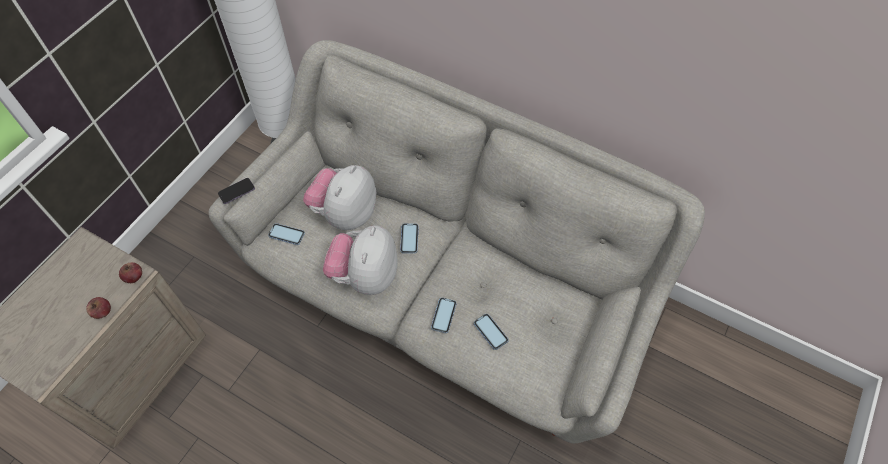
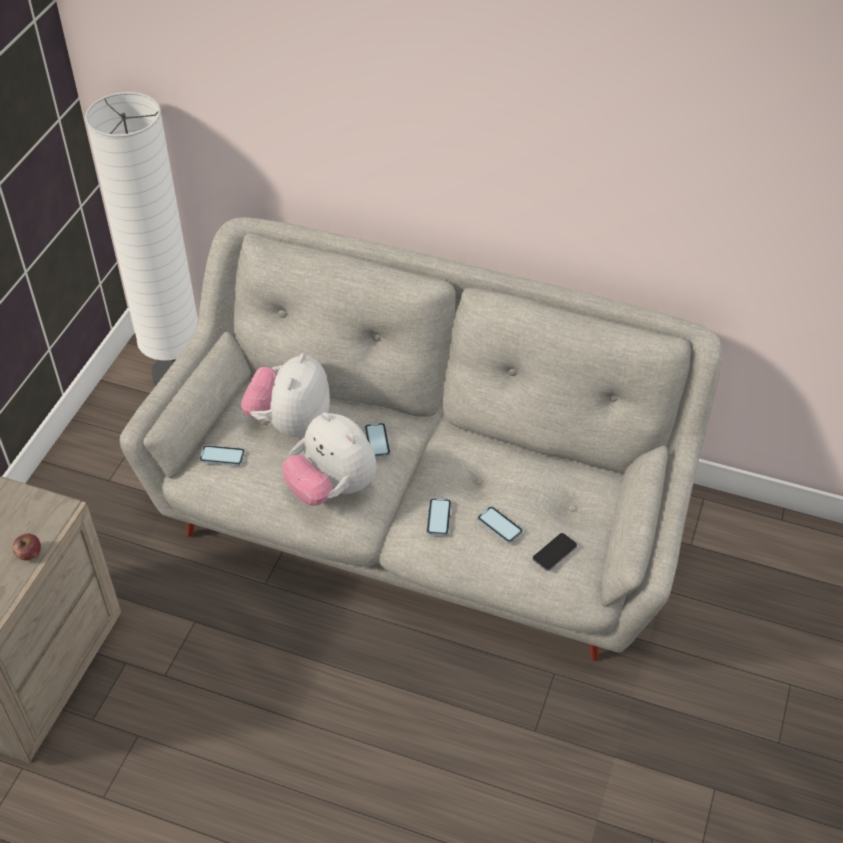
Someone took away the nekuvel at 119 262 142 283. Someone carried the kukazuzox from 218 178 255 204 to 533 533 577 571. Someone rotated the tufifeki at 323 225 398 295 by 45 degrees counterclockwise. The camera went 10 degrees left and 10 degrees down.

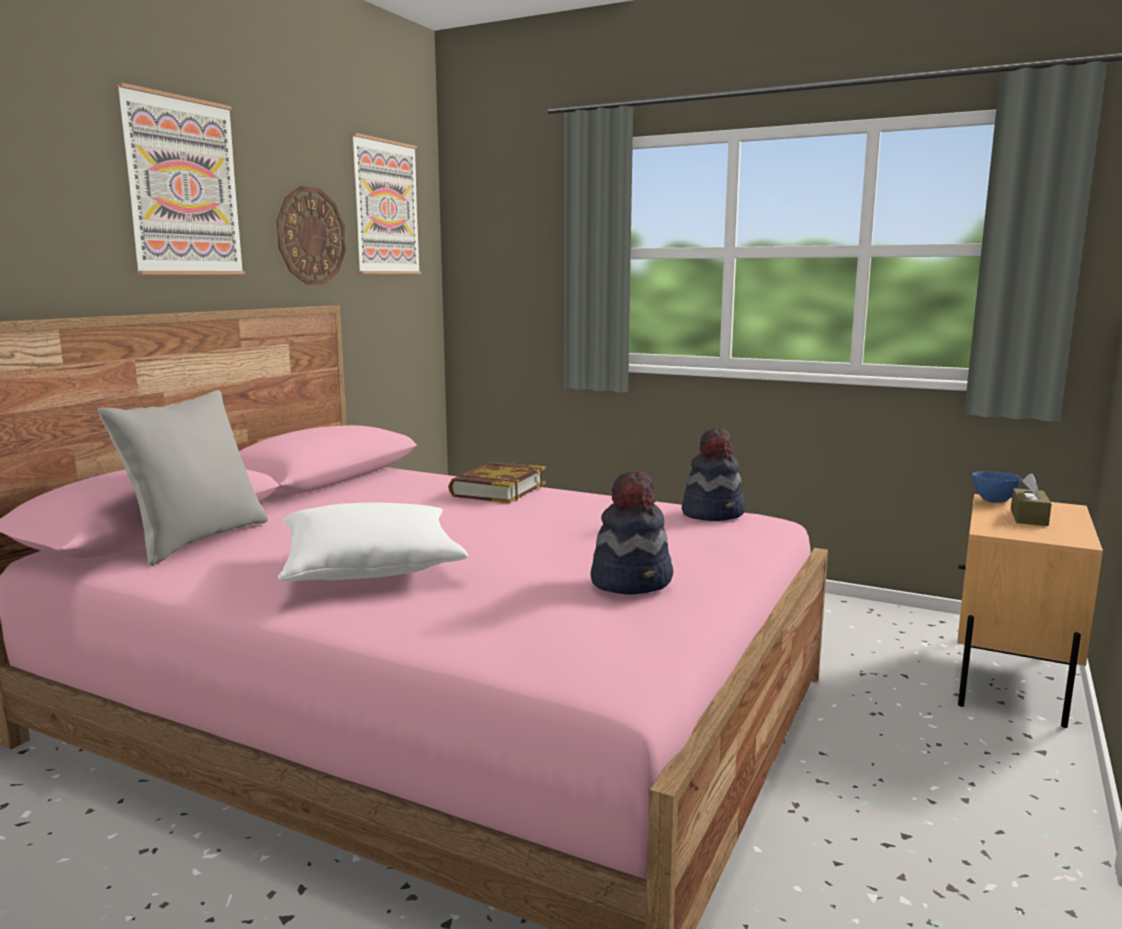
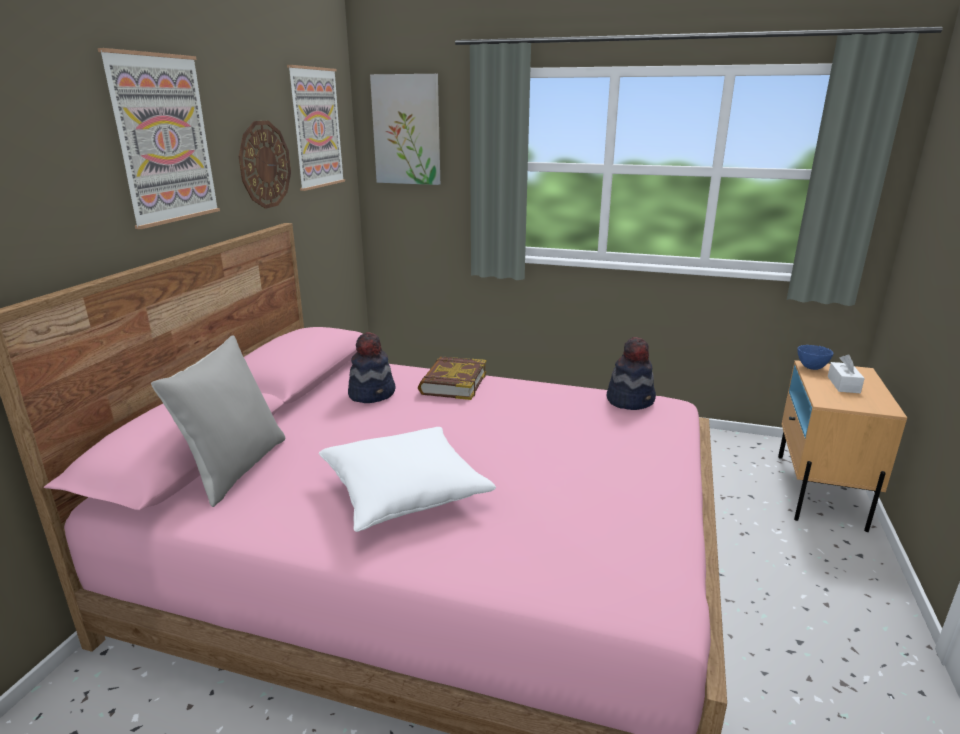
Someone carried the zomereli from 590 470 673 595 to 348 332 395 403. Someone repainted the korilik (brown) at 1011 473 1052 526, which became the korilik (white) at 828 354 865 393. Someone put up the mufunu at 370 74 440 185. The camera went 10 degrees left and 10 degrees up.

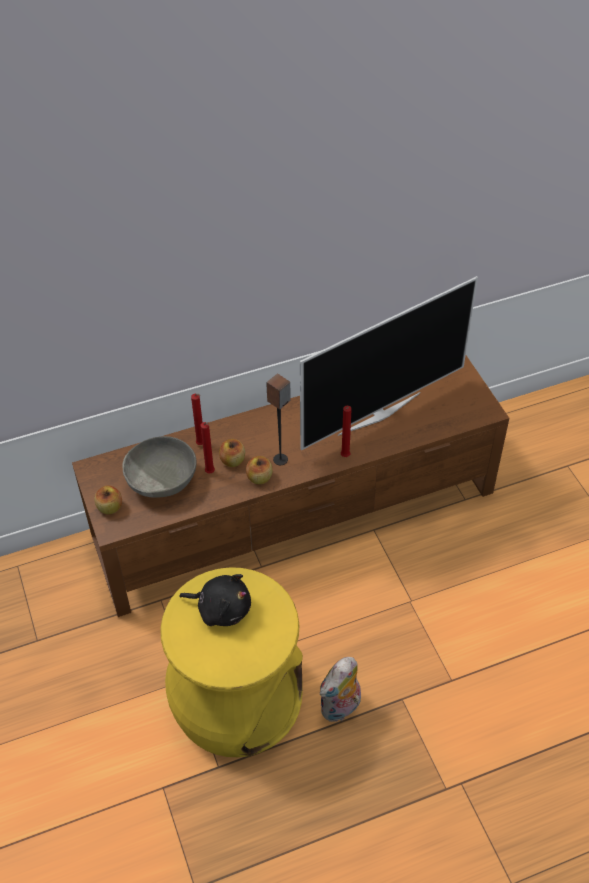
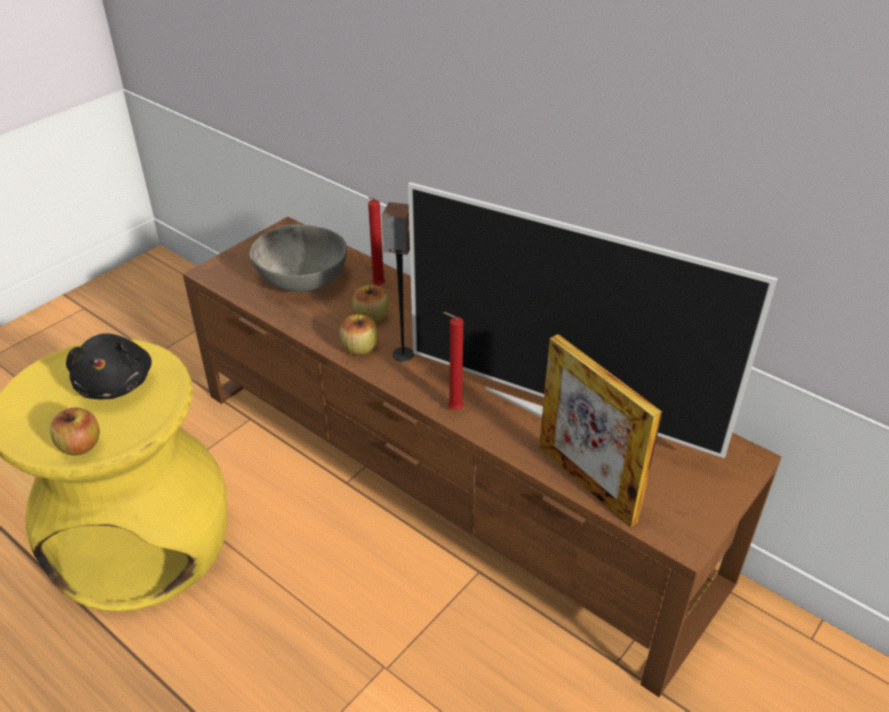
Someone carried the nekuvel from 94 485 122 515 to 50 407 100 456. Someone took away the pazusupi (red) at 200 422 215 474. Someone took away the tufifeki at 320 657 361 722. Someone put down the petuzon at 539 334 662 528. The camera went 60 degrees right and 10 degrees down.

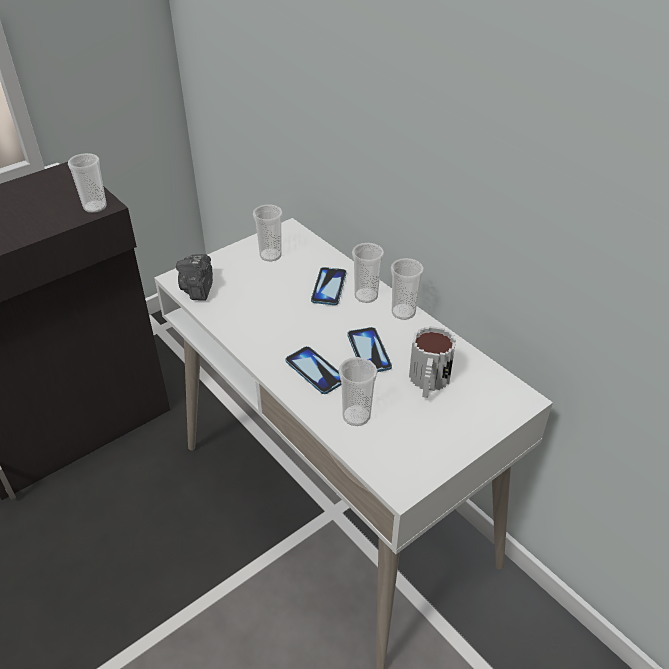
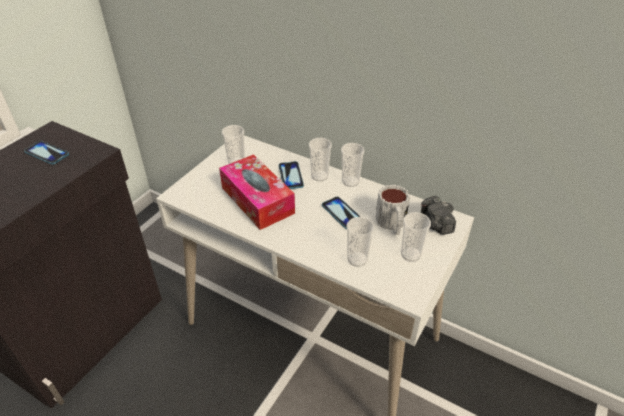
Someone carried the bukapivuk from 68 153 107 213 to 401 212 431 262. Someone carried the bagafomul from 176 254 213 301 to 421 196 456 235. Someone carried the kukazuzox from 285 346 341 394 to 24 141 69 165. Someone put down the korilik at 219 154 295 230. The camera went 20 degrees left and 0 degrees up.

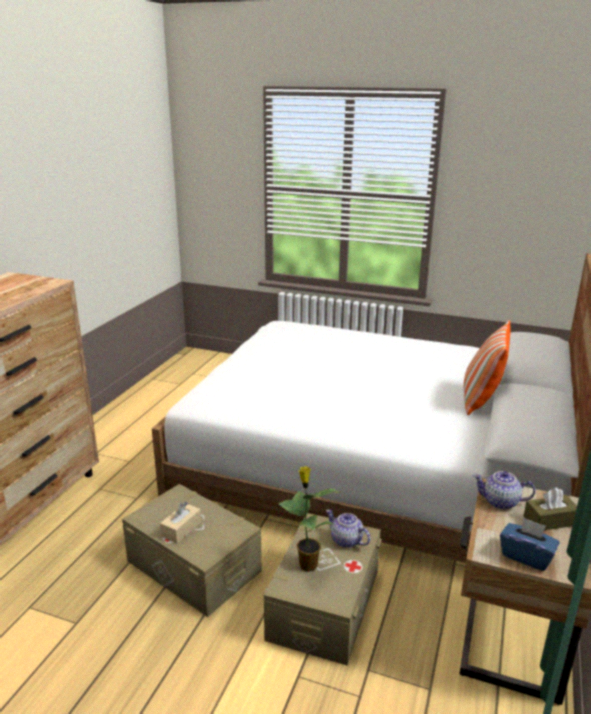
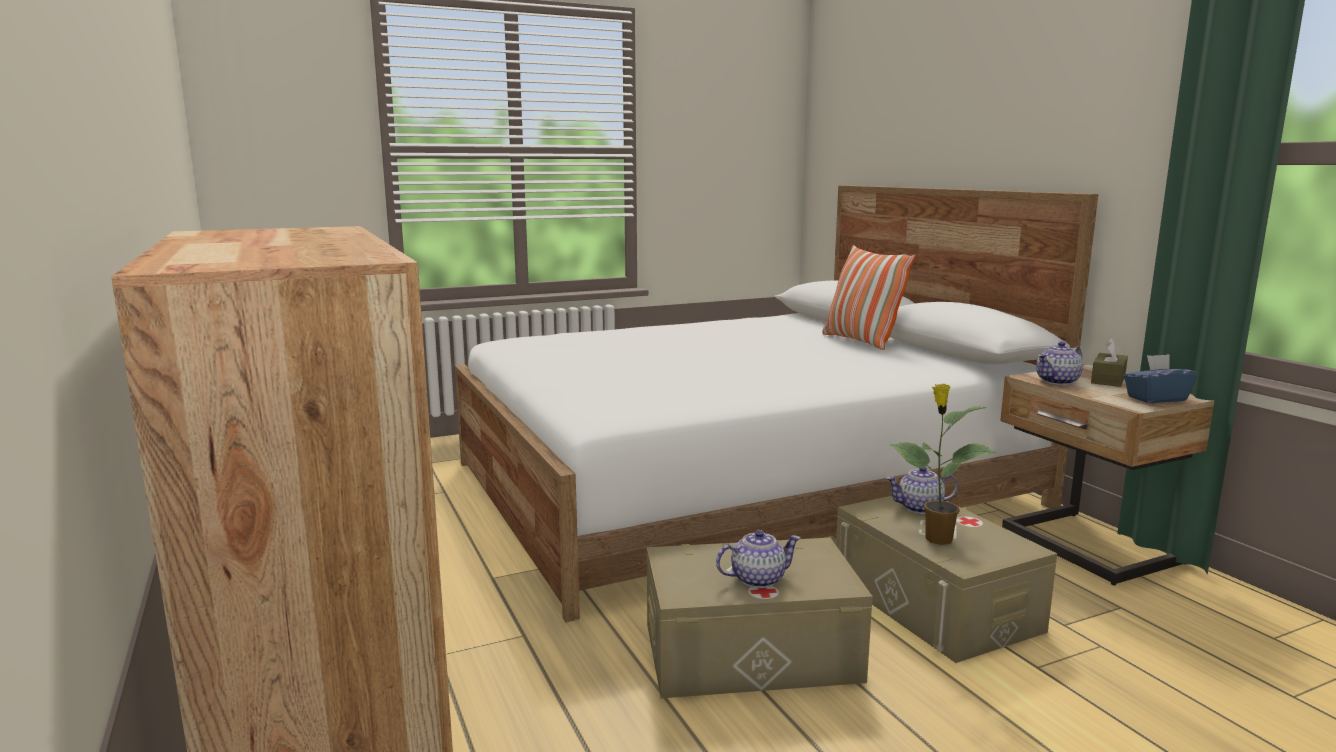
Someone swapped the korilik (beige) at 160 501 201 543 for the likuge at 716 530 801 588. The camera went 45 degrees left and 10 degrees down.

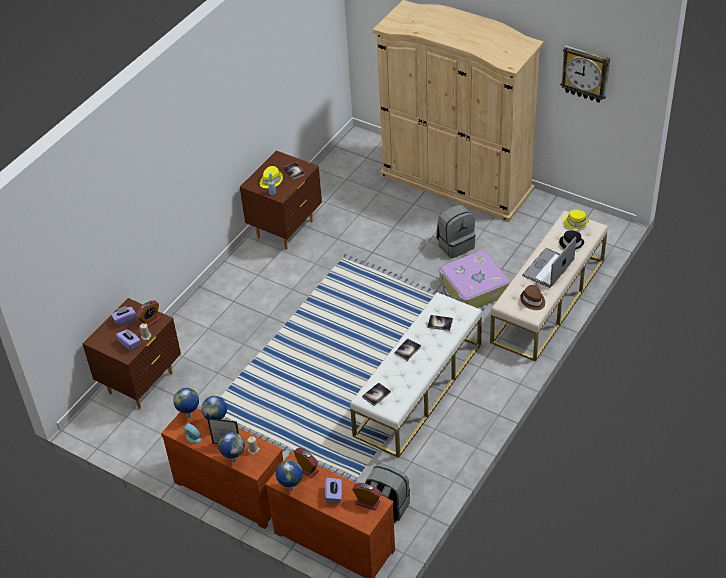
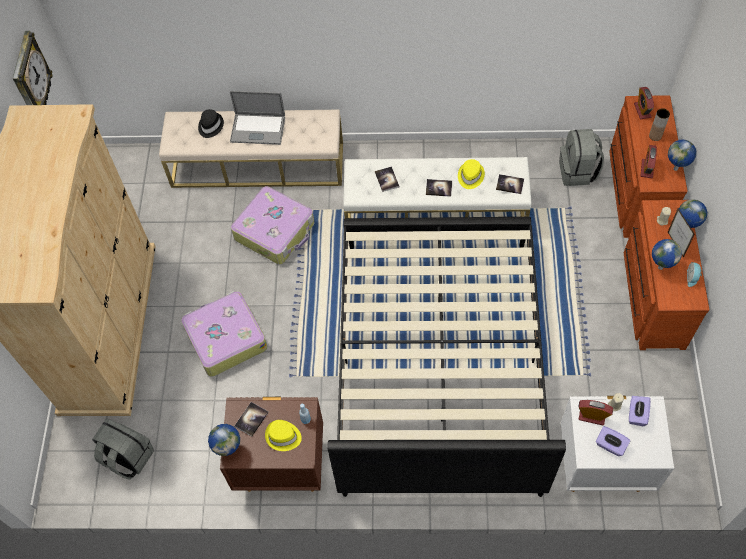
Someone repainted the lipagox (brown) at 82 298 181 409, which became the lipagox (white) at 561 396 674 492. Someone carried the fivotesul from 173 388 199 418 to 208 424 240 456. Someone swapped the korilik (purple) at 325 478 342 504 for the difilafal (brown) at 649 108 670 141. Someone carried the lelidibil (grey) from 436 205 476 258 to 92 418 154 480. Someone took away the zomereli (brown) at 520 285 545 310. Someone carried the zomereli (yellow) from 564 210 589 229 to 458 159 485 189. Someone put down the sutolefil at 181 291 267 377. Someone put down the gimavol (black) at 328 217 566 497. The camera went 120 degrees left and 15 degrees up.

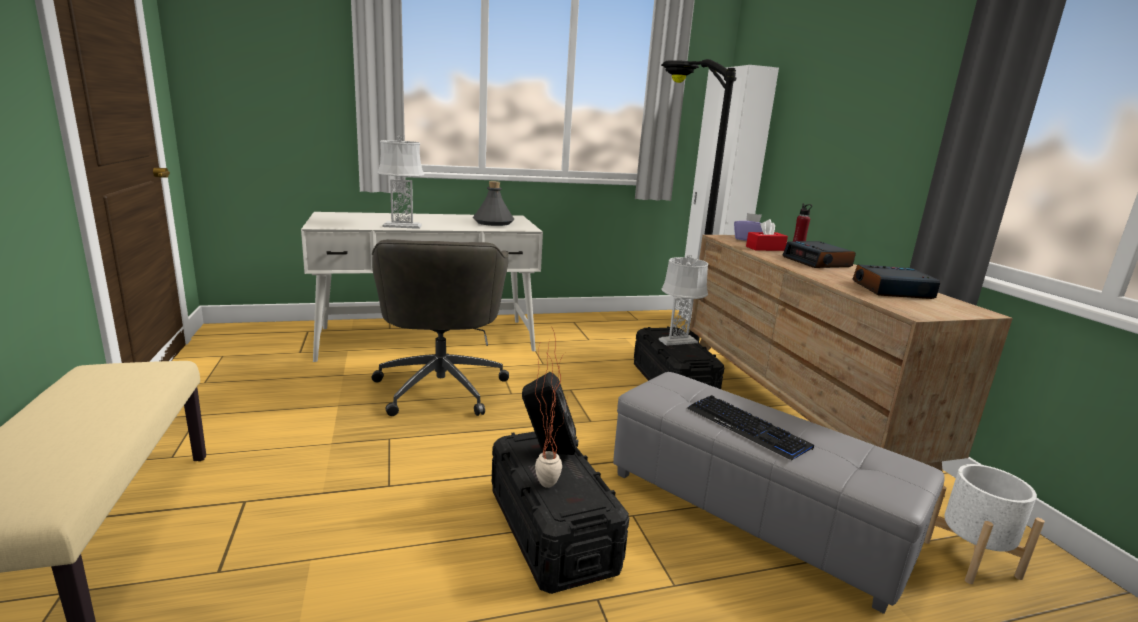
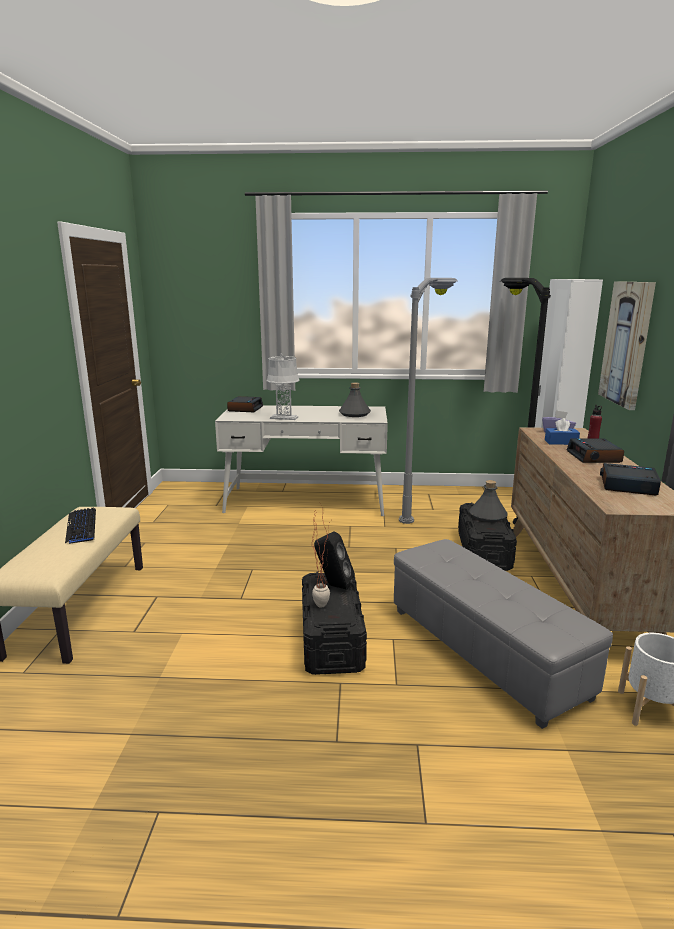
Someone took away the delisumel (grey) at 371 239 509 416. Someone swapped the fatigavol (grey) at 659 255 708 346 for the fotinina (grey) at 469 480 508 522. Someone carried the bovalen from 687 395 814 460 to 65 508 96 544. Someone repainted the korilik (red) at 746 219 788 251, which became the korilik (blue) at 545 418 580 445. Someone put down the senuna at 227 396 263 412. Someone put down the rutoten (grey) at 399 278 458 524. Someone put up the mufunu at 598 281 656 410. The camera went 20 degrees right and 0 degrees up.

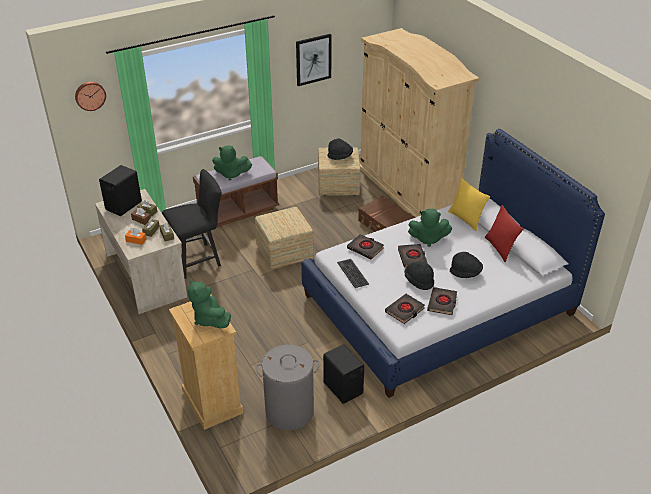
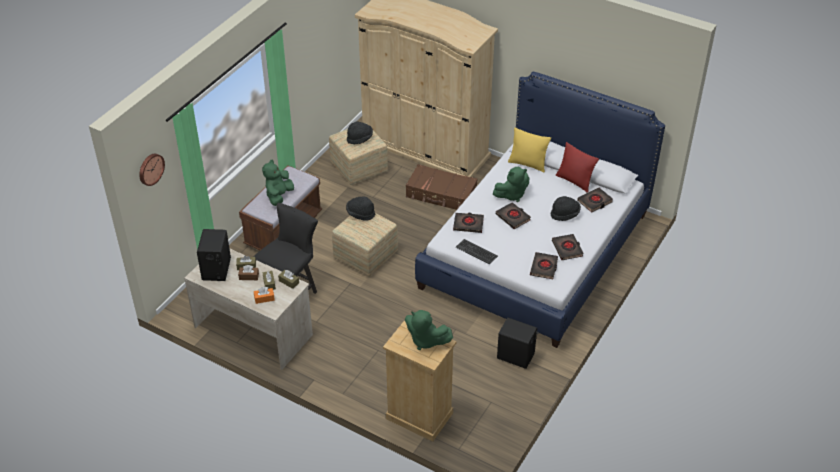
Someone rotated the tufifeki (green) at 212 145 252 181 by 135 degrees clockwise. Someone took away the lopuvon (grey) at 256 345 320 430. Someone took away the mufunu at 296 34 332 86. Someone carried the zomereli (black) from 404 262 434 290 to 346 196 375 221. Someone put down the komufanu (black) at 577 188 613 212. The camera went 30 degrees left and 5 degrees up.

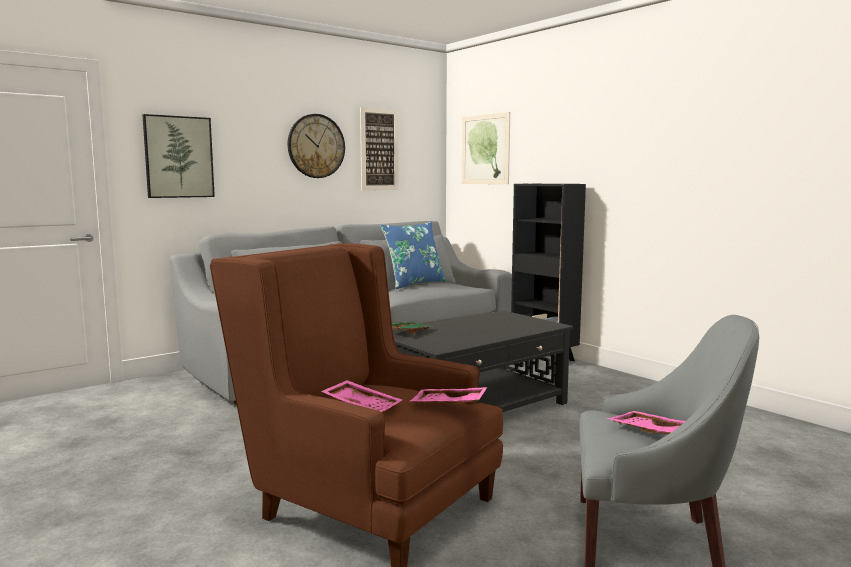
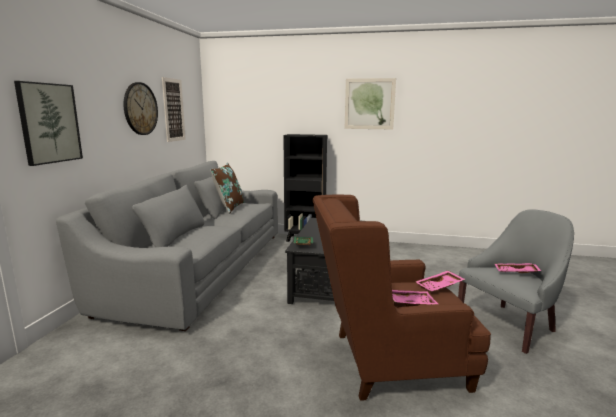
Someone repainted the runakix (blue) at 380 222 447 289, which became the runakix (brown) at 210 163 244 214. Someone carried the mufunu from 462 112 510 184 to 345 78 396 129. The camera went 40 degrees left and 5 degrees up.

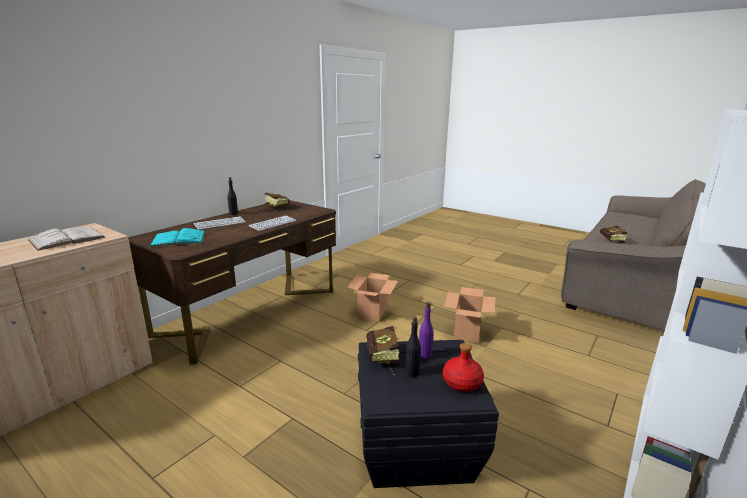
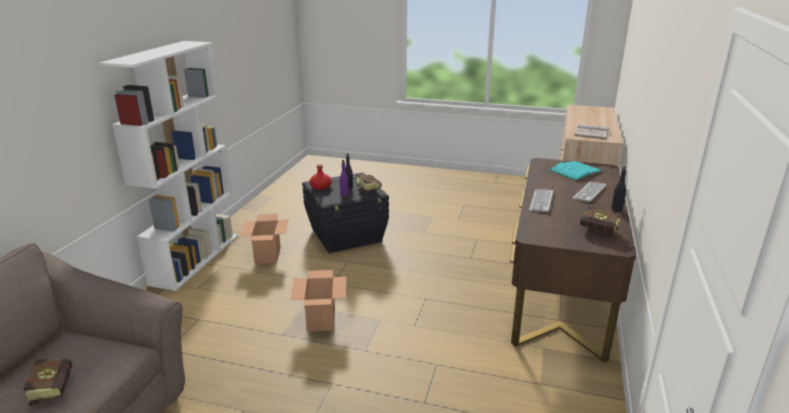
Someone carried the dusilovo from 347 273 398 322 to 239 214 289 264. The camera went 160 degrees right and 5 degrees up.

